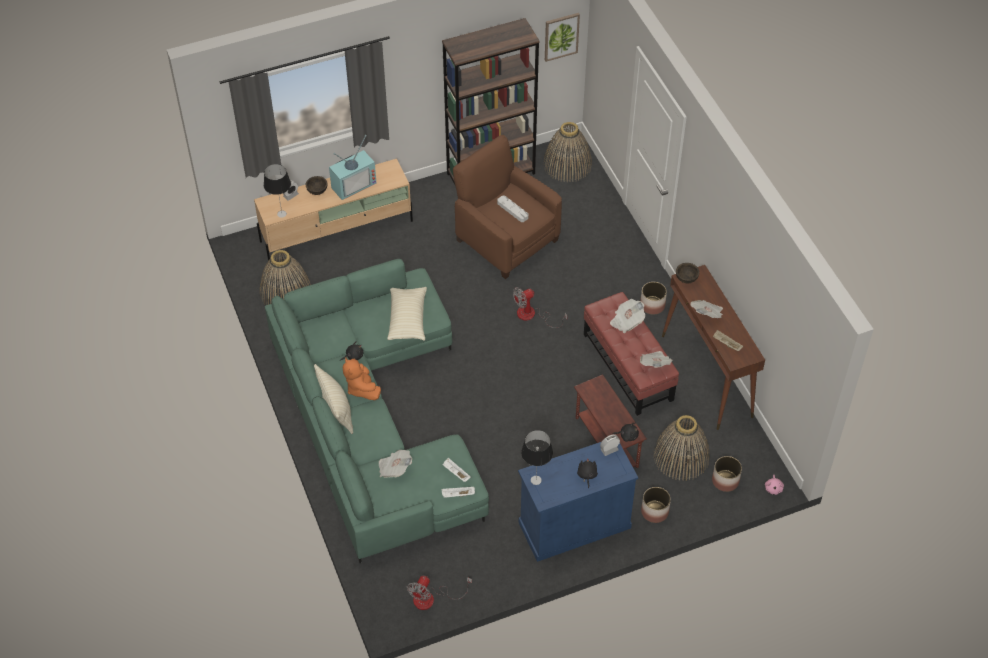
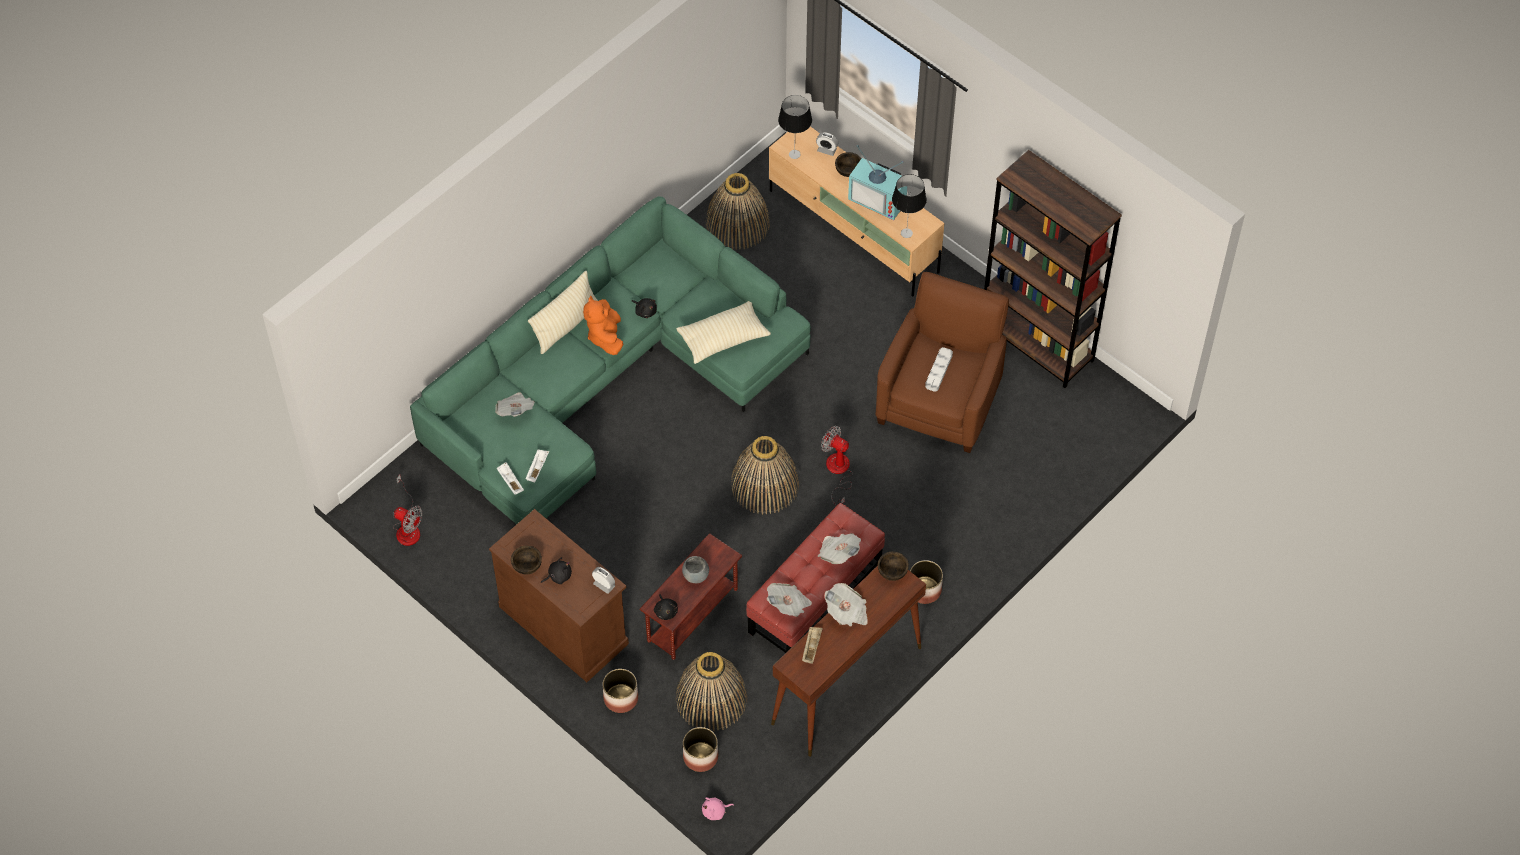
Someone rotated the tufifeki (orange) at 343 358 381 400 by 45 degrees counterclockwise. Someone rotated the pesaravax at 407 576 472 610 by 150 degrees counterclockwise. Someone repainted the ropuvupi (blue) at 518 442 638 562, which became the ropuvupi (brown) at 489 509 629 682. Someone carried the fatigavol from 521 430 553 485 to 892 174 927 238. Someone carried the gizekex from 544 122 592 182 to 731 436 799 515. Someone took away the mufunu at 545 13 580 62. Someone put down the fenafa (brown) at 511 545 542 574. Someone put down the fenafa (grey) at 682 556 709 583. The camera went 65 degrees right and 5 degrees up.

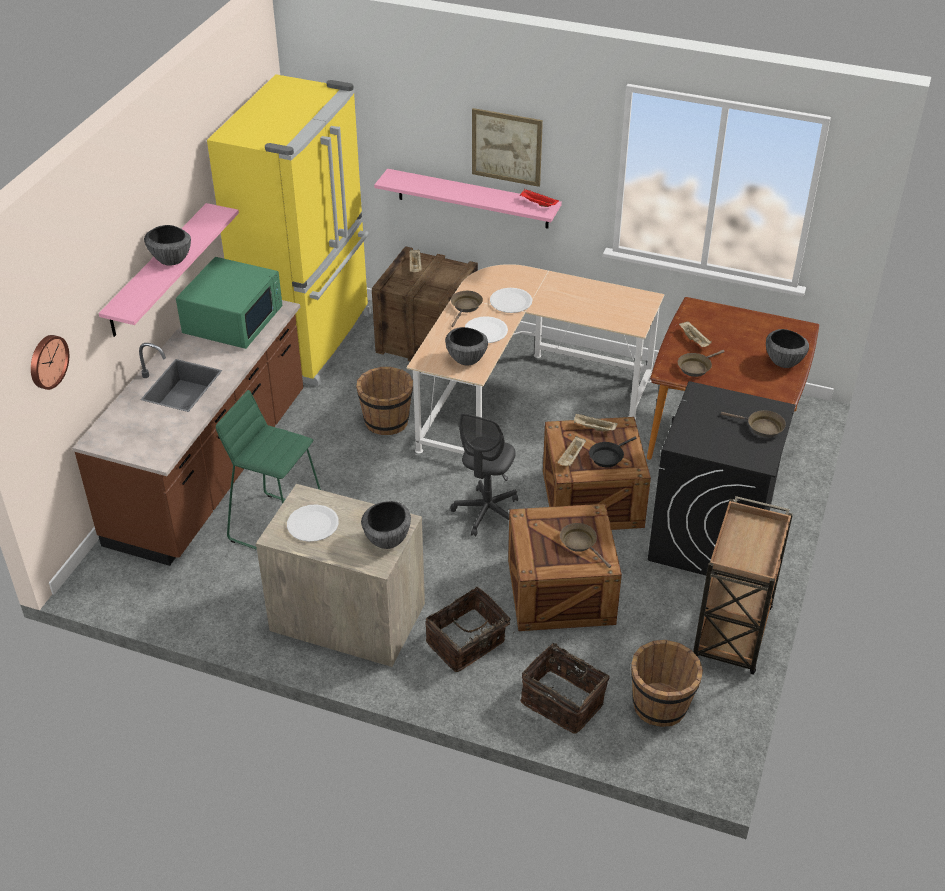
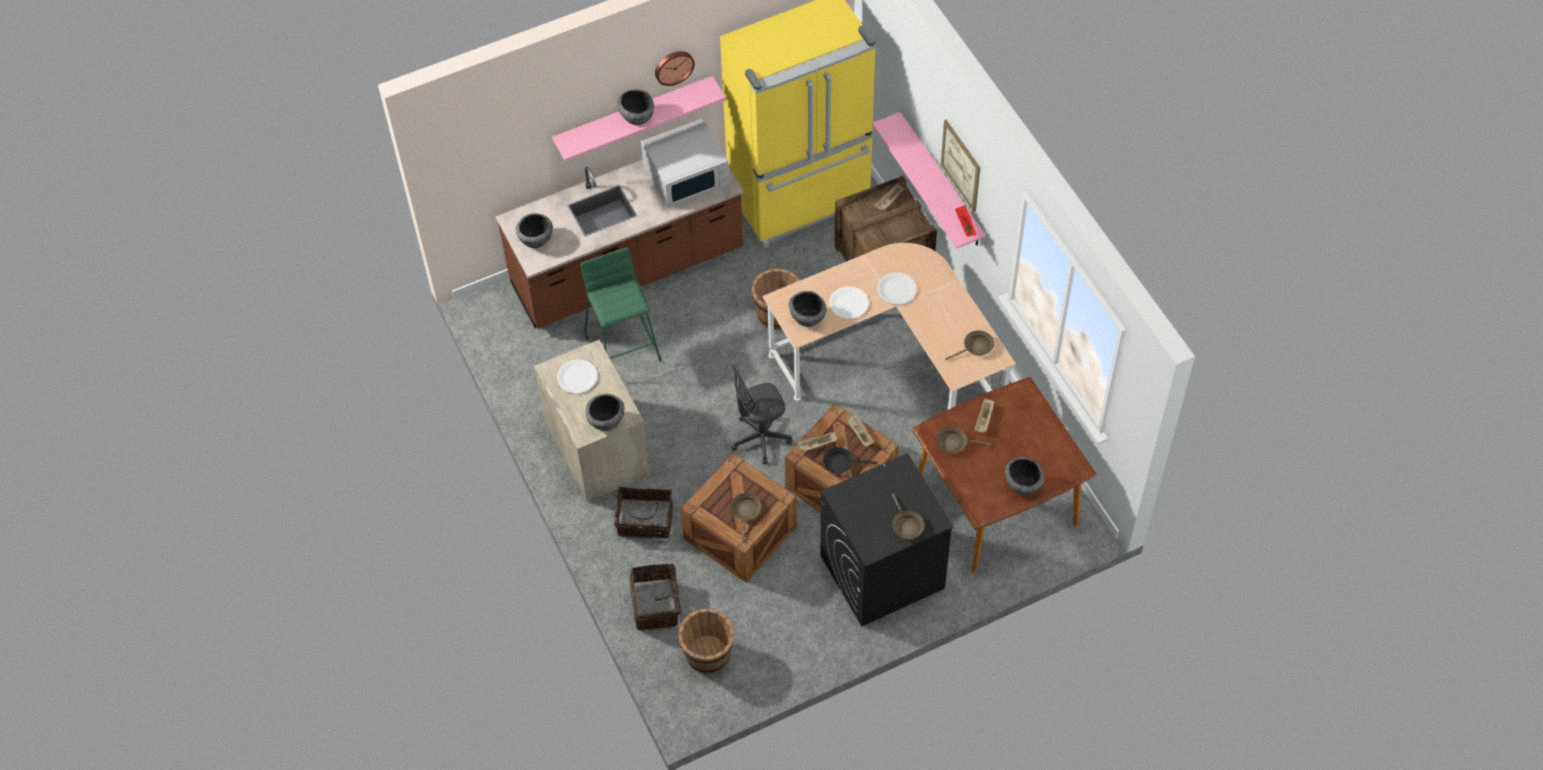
Someone carried the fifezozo from 31 335 69 390 to 655 51 695 86. Someone repainted the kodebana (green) at 176 257 282 349, which became the kodebana (white) at 641 119 730 208. Someone carried the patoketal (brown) from 451 291 483 327 to 945 330 994 360. Someone took away the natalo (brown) at 693 496 793 675. Someone put down the fenafa at 516 213 553 248. The camera went 45 degrees right and 15 degrees up.

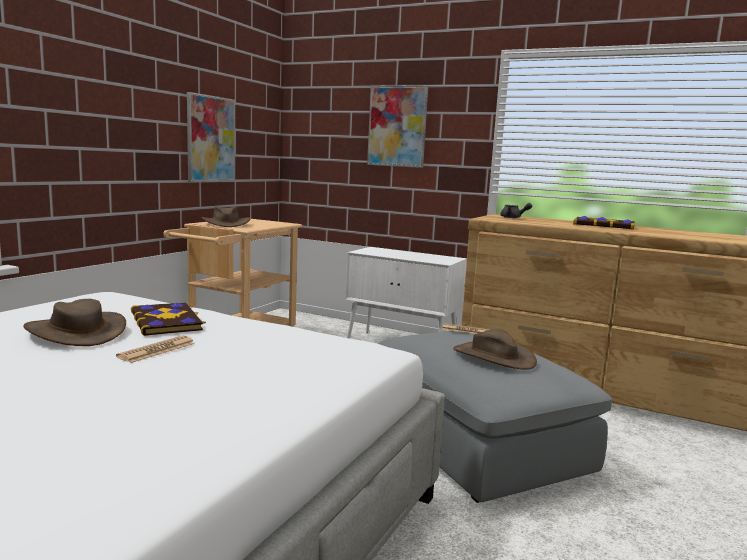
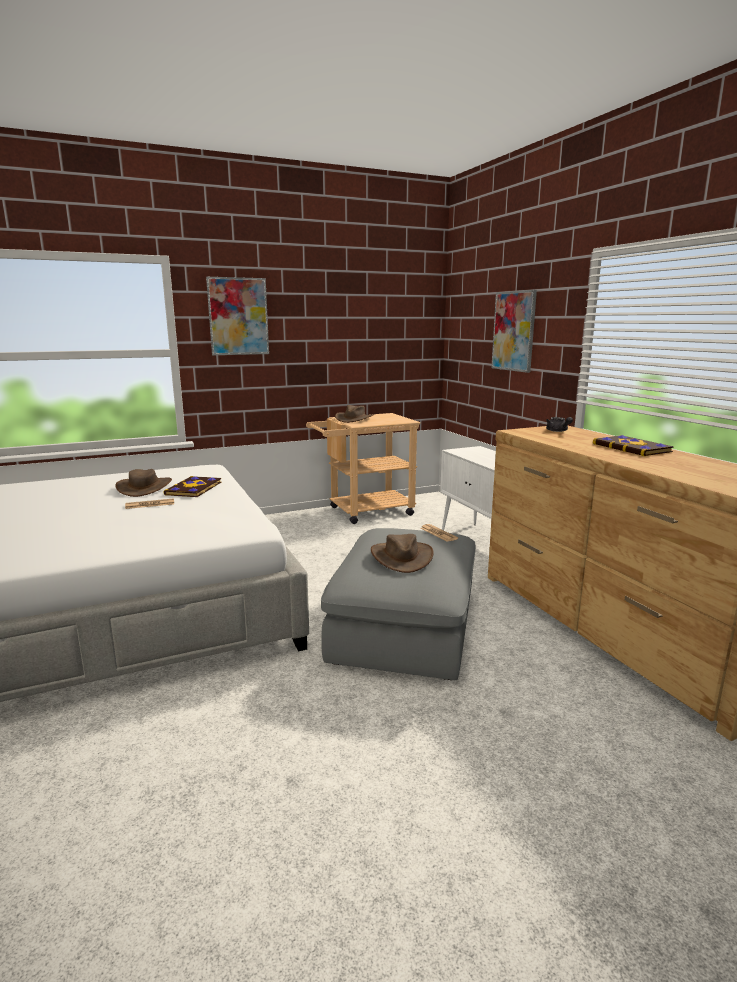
Someone carried the mufunu from 187 92 235 182 to 206 277 269 355. The camera went 40 degrees right and 5 degrees up.

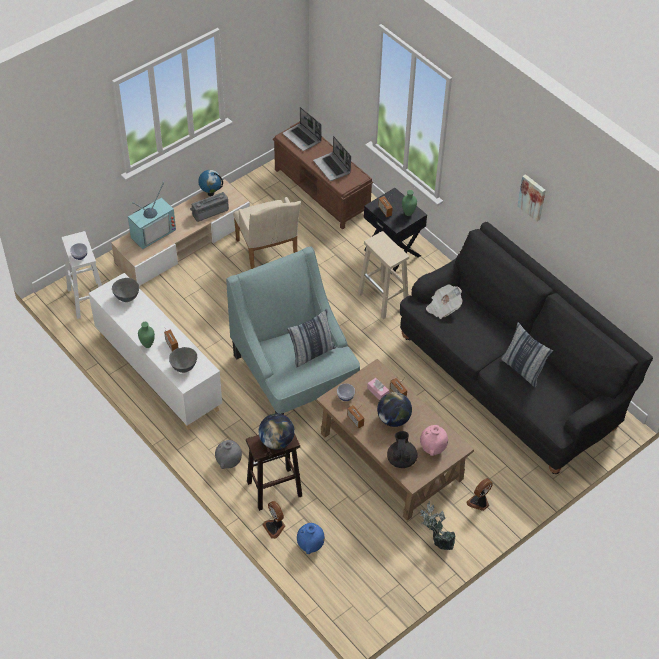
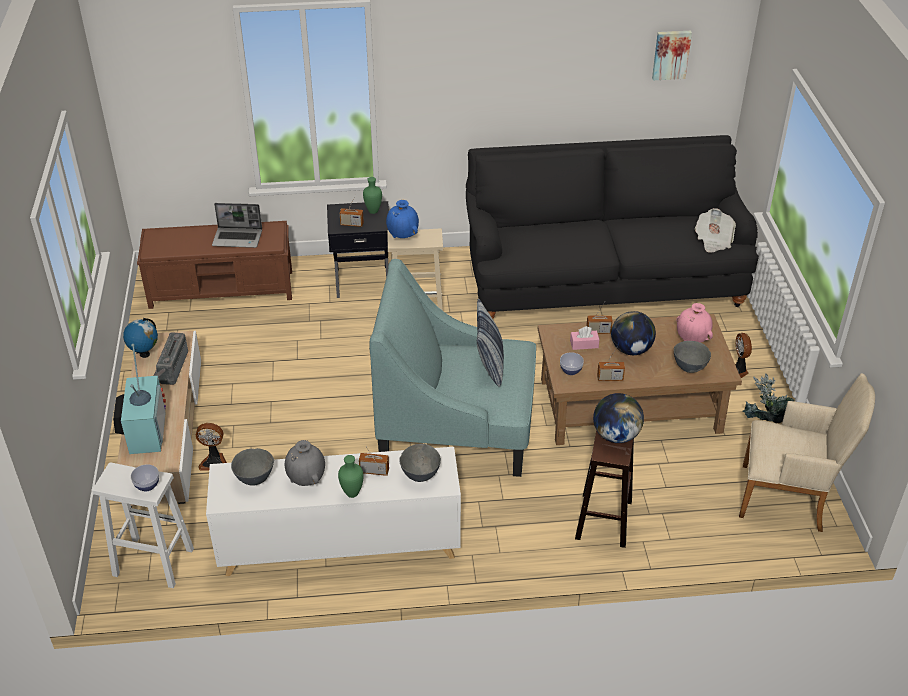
Someone carried the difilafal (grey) from 215 440 242 469 to 285 440 325 486. Someone carried the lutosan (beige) from 233 197 301 269 to 739 373 875 532. Someone carried the pesaravax from 262 501 285 539 to 196 423 227 471. Someone took away the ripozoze at 283 107 321 151. Someone carried the difilafal (blue) from 297 523 325 554 to 386 200 419 238. Someone swapped the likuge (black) at 387 431 418 468 for the fenafa (grey) at 674 341 711 373. Someone carried the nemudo from 426 284 462 319 to 695 208 736 252. Someone took away the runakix at 501 322 553 387. Someone carried the mufunu from 517 174 546 222 to 652 31 692 80. The camera went 55 degrees left and 10 degrees down.

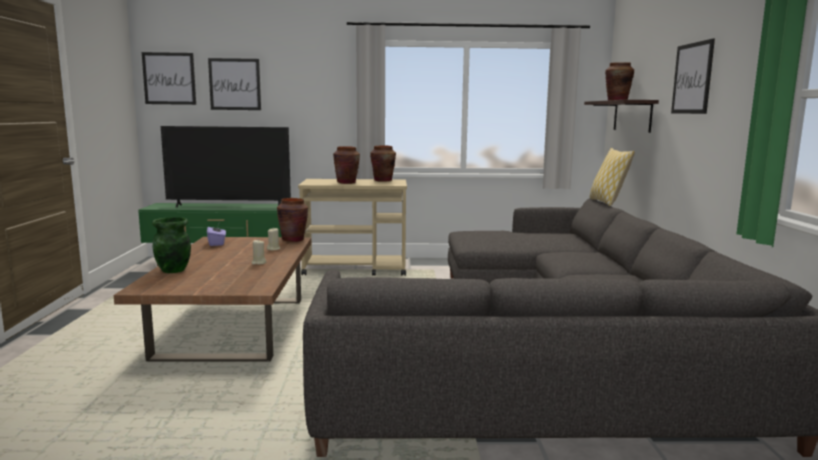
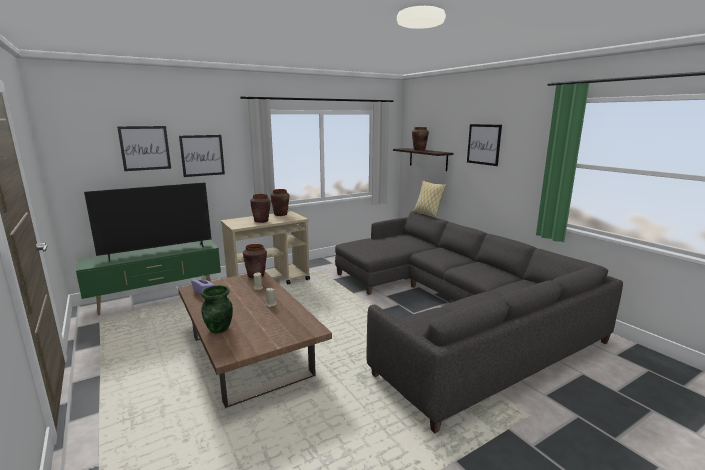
Someone carried the mufunu from 142 52 196 105 to 179 135 225 177. The camera went 30 degrees left and 5 degrees up.

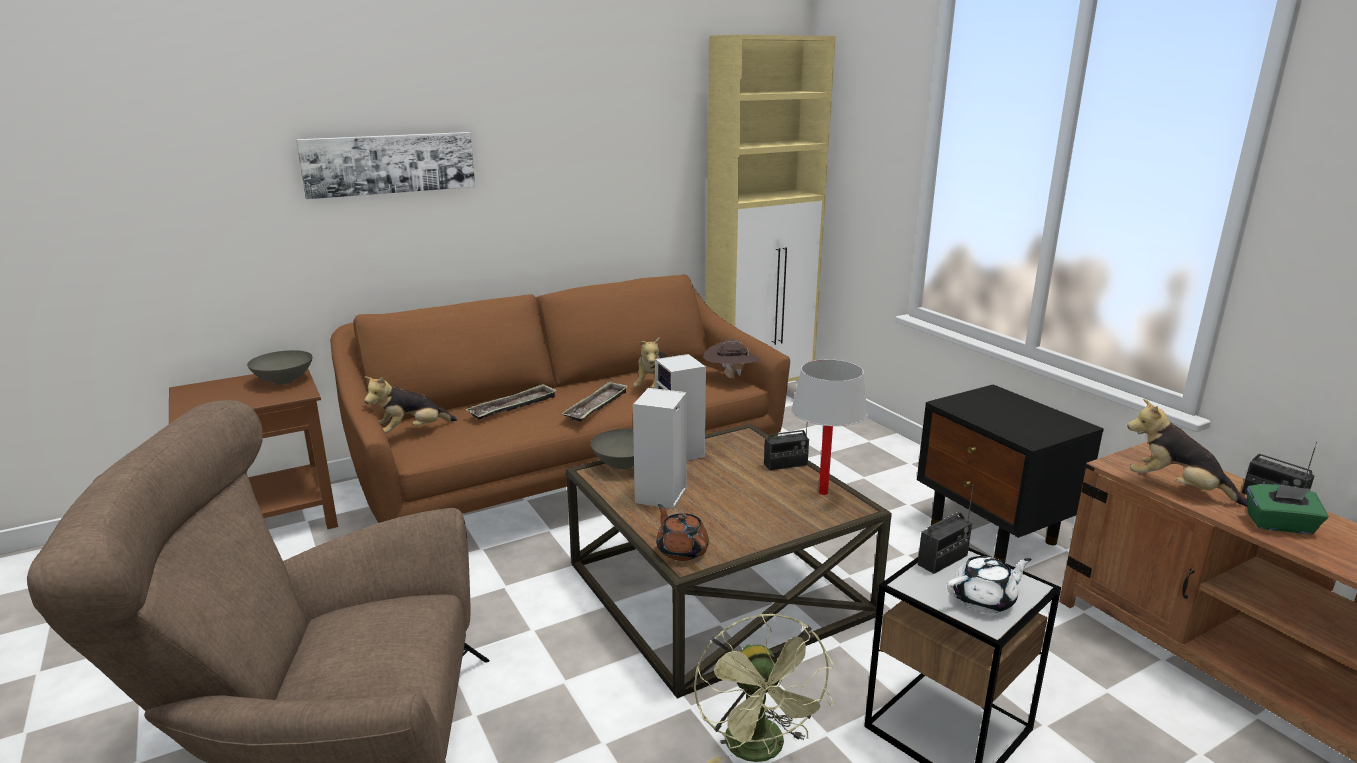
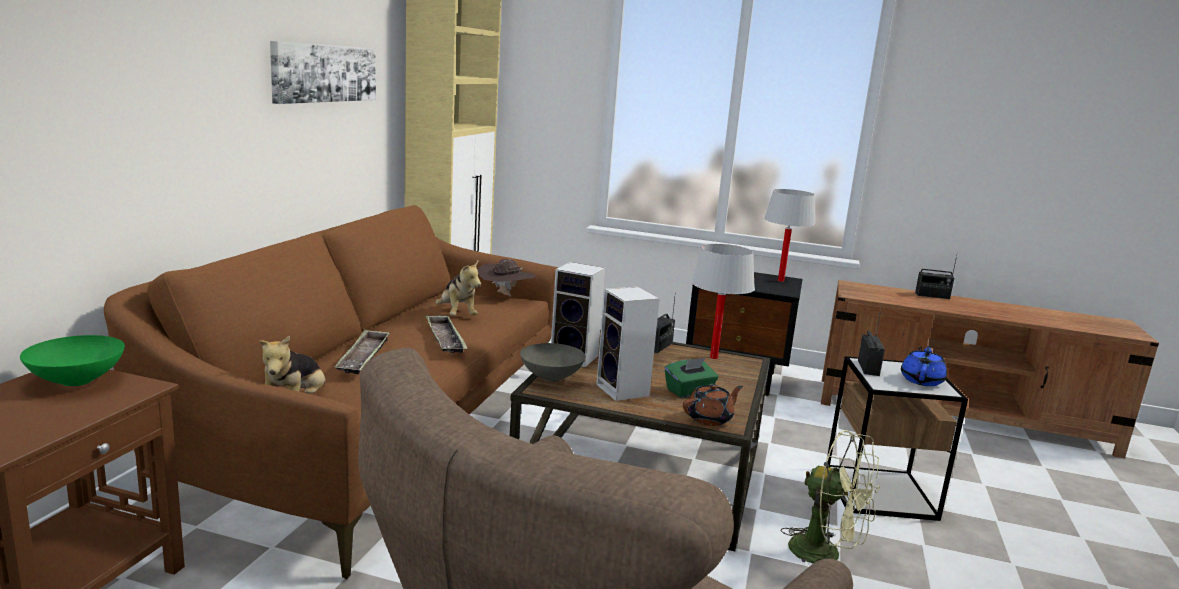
Someone repainted the fenafa (grey) at 247 350 313 384, which became the fenafa (green) at 20 335 125 386. Someone carried the mufunu from 296 132 475 199 to 270 41 376 104. Someone rotated the likuge (brown) at 656 504 709 561 by 135 degrees clockwise. Someone repainted the likuge (white) at 947 556 1031 613, which became the likuge (blue) at 901 346 947 386. Someone took away the tufifeki at 1127 398 1247 507. Someone carried the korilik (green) from 1247 484 1328 534 to 664 358 718 398. Someone put down the fatigavol (white) at 764 189 816 282. The camera went 45 degrees left and 5 degrees down.

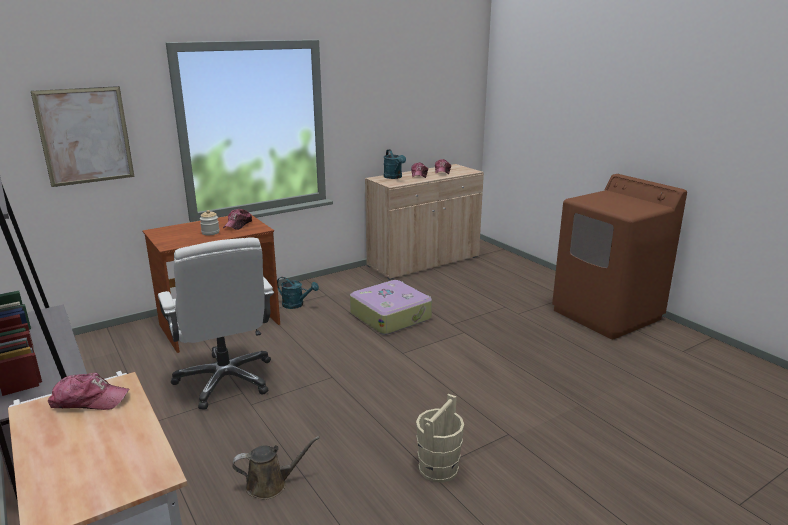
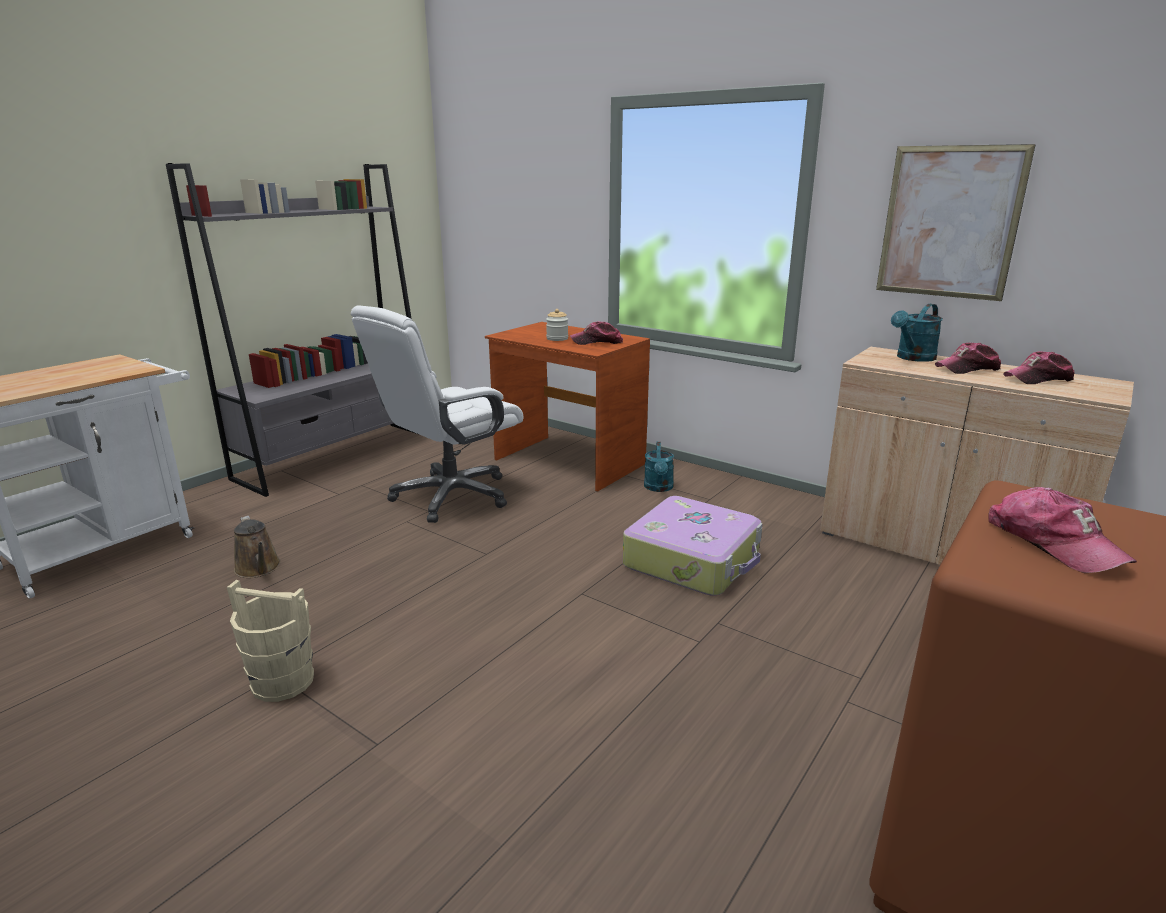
Someone carried the mufunu from 31 86 135 187 to 876 144 1036 301. Someone carried the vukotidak from 48 373 130 410 to 988 487 1137 573. The camera went 70 degrees right and 0 degrees up.

